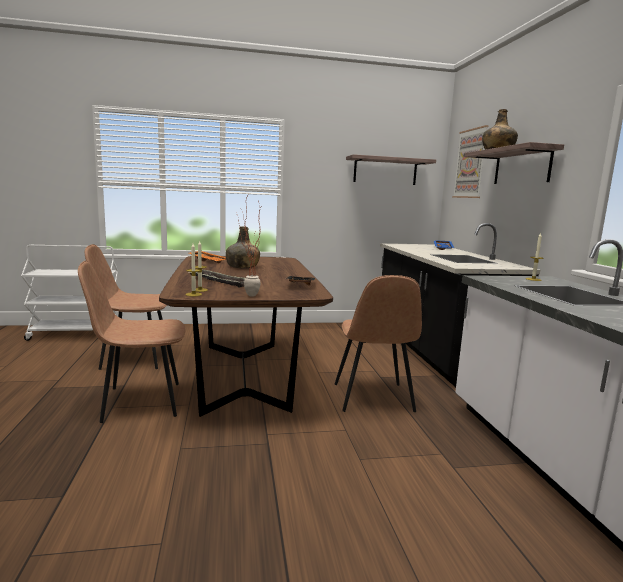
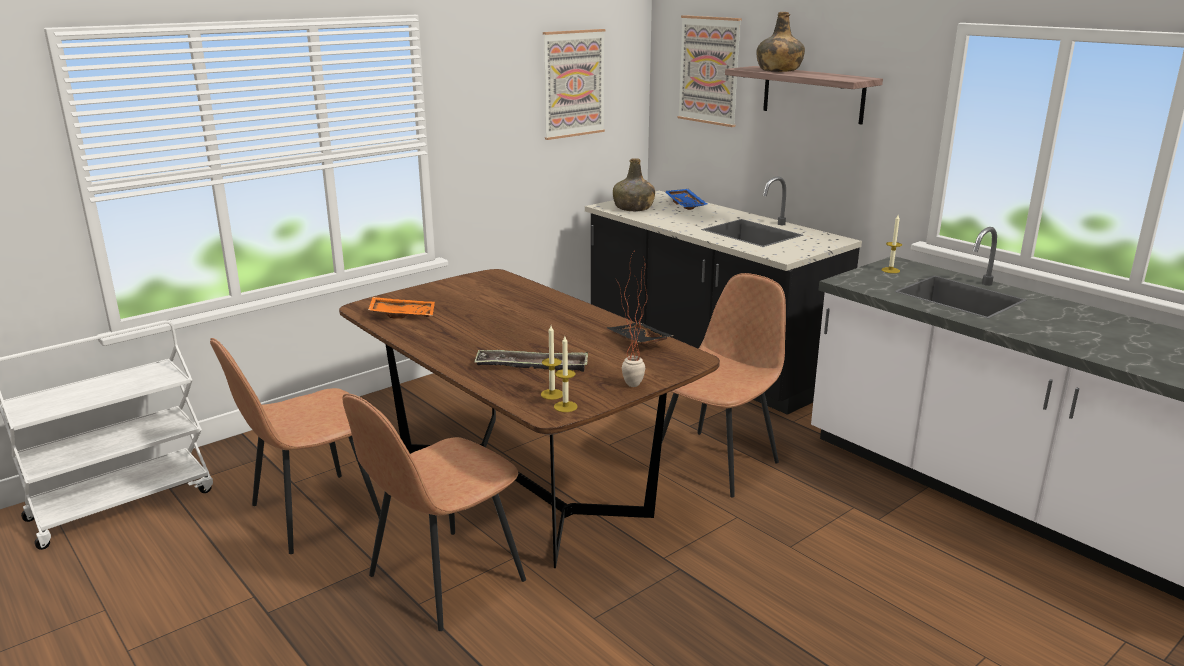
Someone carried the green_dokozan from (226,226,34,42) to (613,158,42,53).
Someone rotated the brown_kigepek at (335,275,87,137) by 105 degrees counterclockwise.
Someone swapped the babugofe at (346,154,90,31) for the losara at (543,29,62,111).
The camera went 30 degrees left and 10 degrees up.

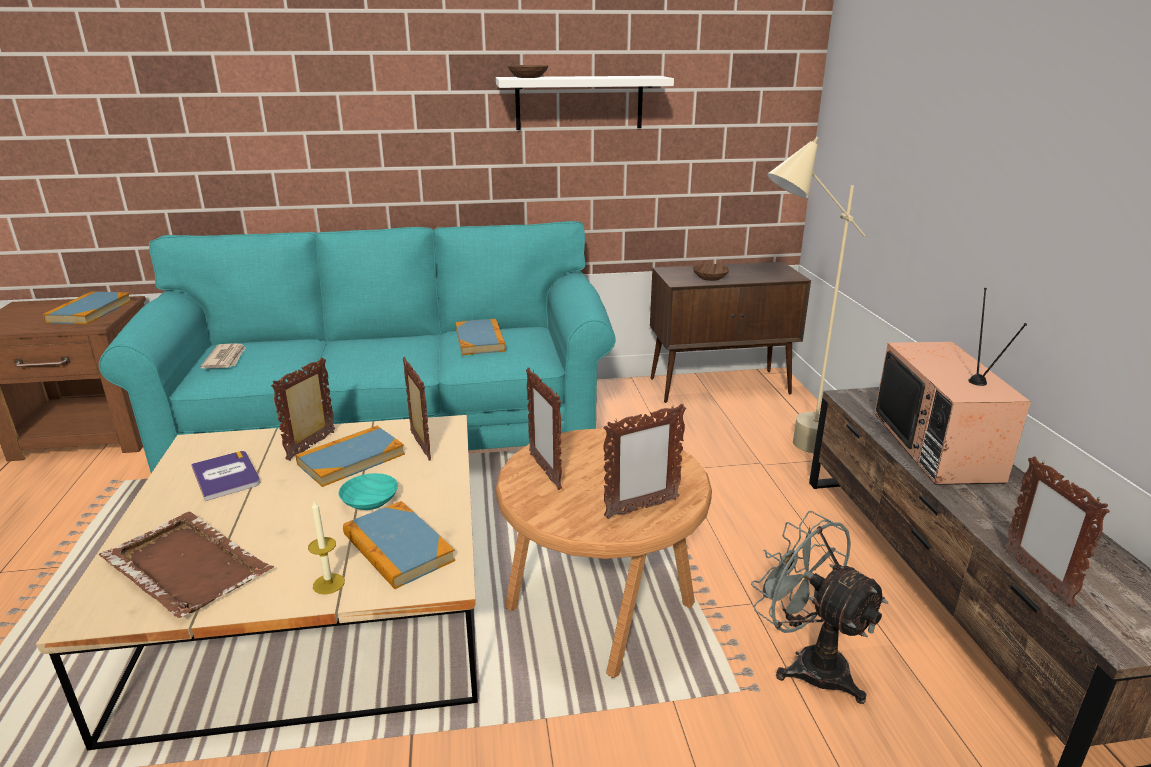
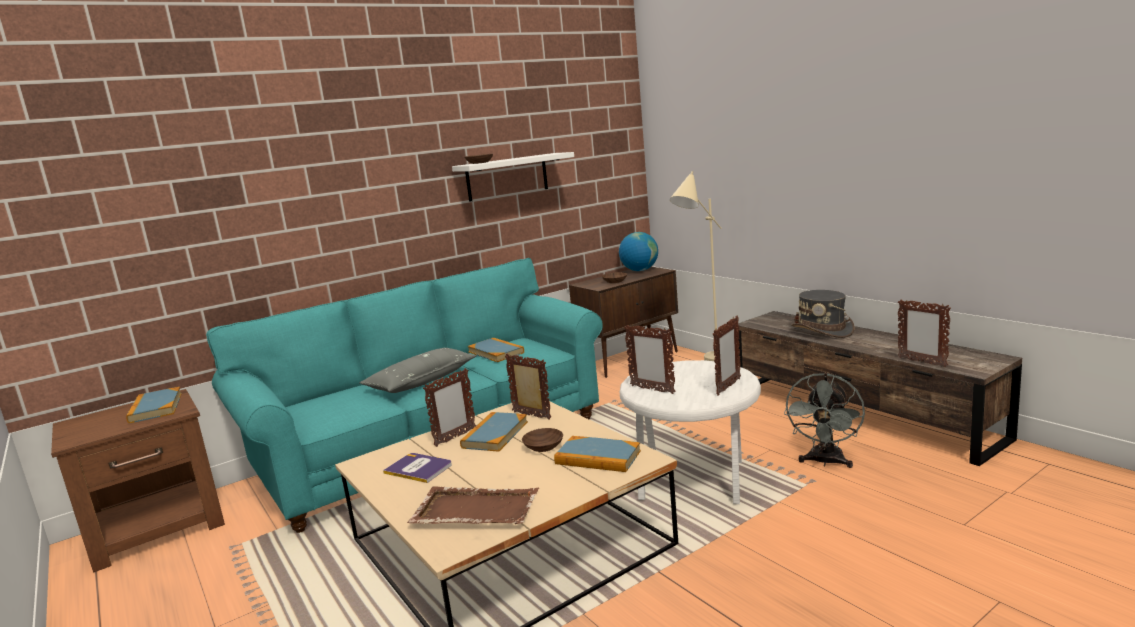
Someone took away the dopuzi at (200,344,46,24).
Someone rotated the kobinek at (271,357,64,104) by 135 degrees counterclockwise.
Someone took away the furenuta at (308,501,37,93).
Someone repainted the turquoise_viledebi at (339,473,59,37), which became the brown_viledebi at (522,428,41,24).
Someone repainted the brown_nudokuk at (496,428,216,250), which became the white_nudokuk at (620,360,141,144).
Someone rotated the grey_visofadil at (751,511,137,193) by 90 degrees counterclockwise.
Someone swapped the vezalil at (875,288,156,197) for the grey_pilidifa at (791,290,64,48).
Someone put down the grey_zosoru at (359,348,118,45).
Someone put down the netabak at (619,232,39,39).
The camera went 25 degrees left and 10 degrees down.

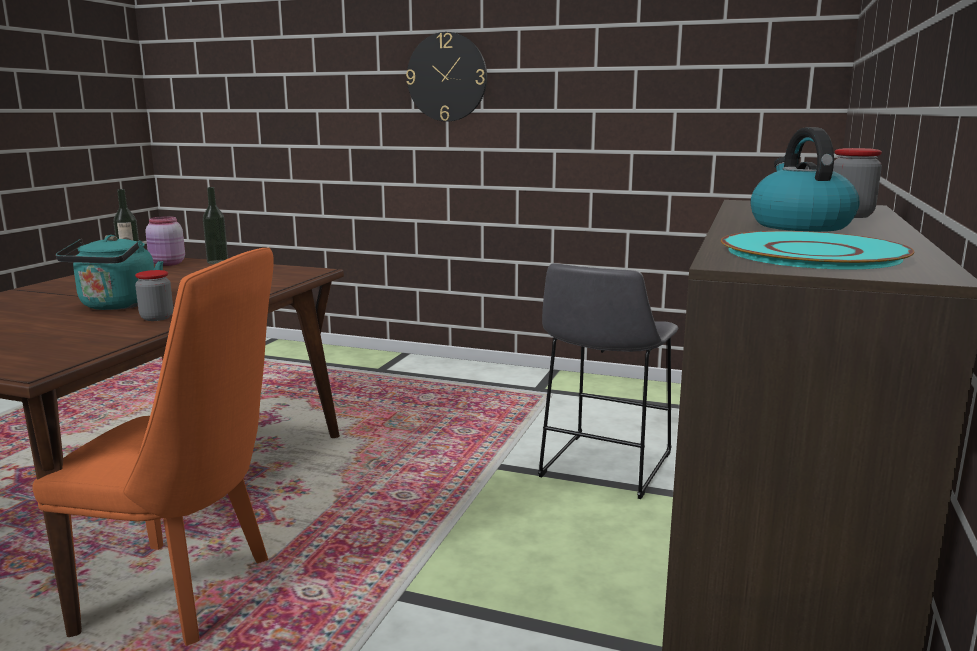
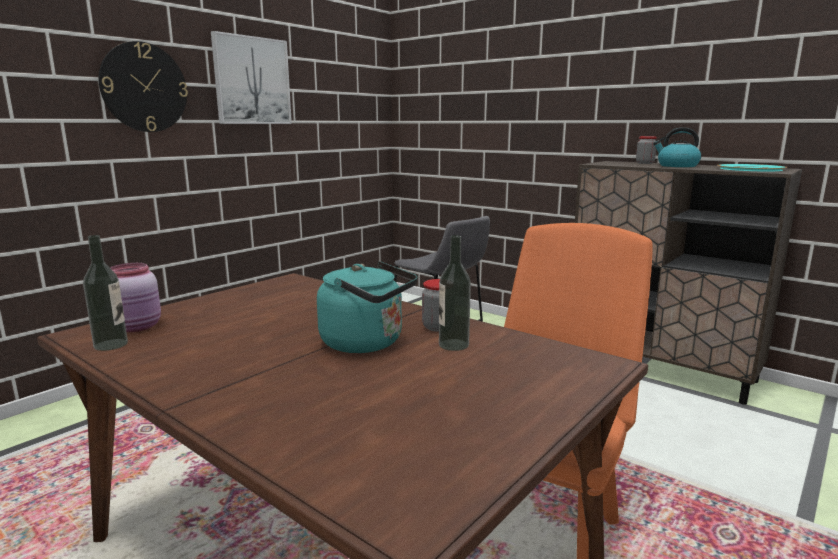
Someone carried the dokozan from (203,187,25,77) to (439,235,32,116).
Someone put up the losara at (211,31,81,93).
The camera went 70 degrees left and 0 degrees up.

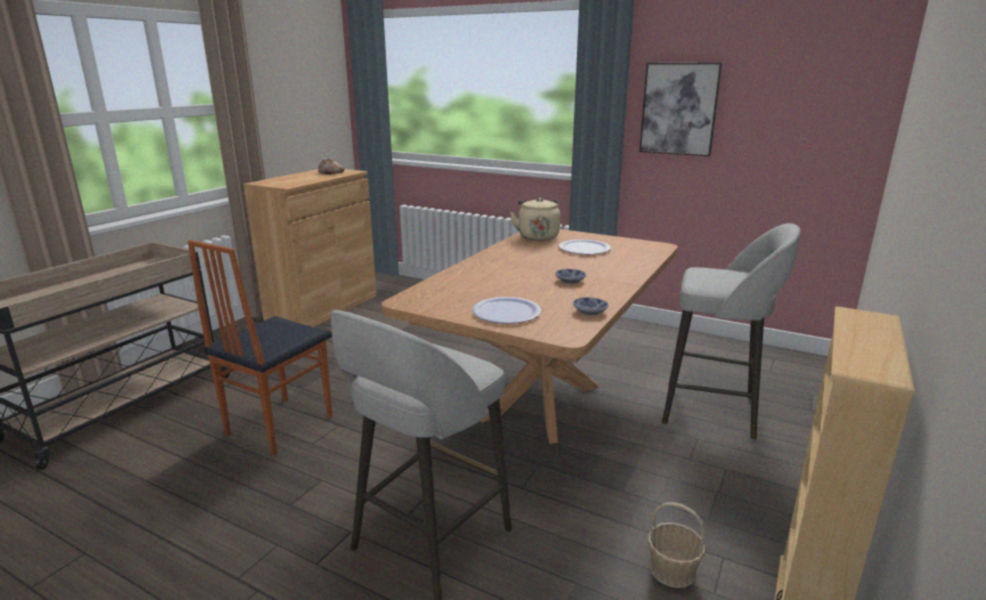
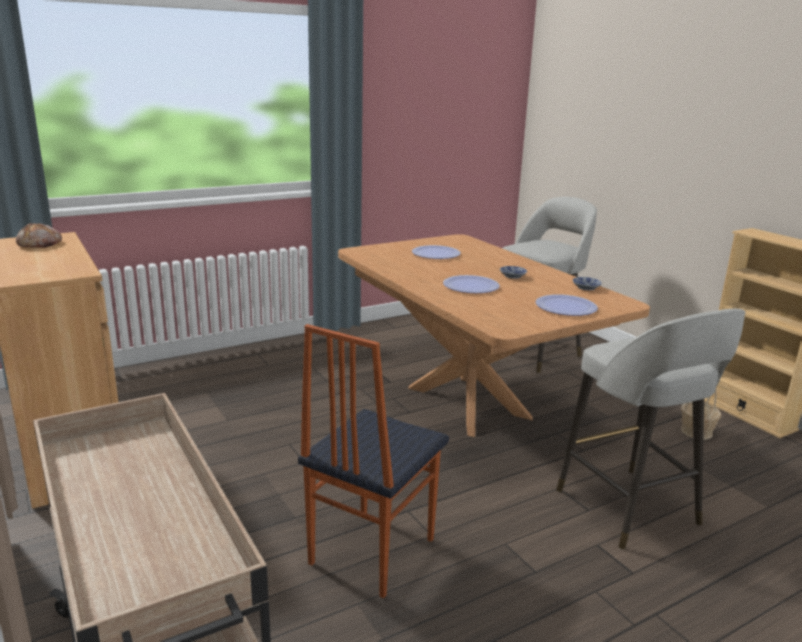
Someone rotated the kigepek at (187,240,145,215) by 60 degrees clockwise.
Someone took away the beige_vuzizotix at (510,198,50,43).
Someone took away the losara at (639,63,83,93).
Someone put down the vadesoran at (443,275,57,18).
The camera went 60 degrees left and 0 degrees up.

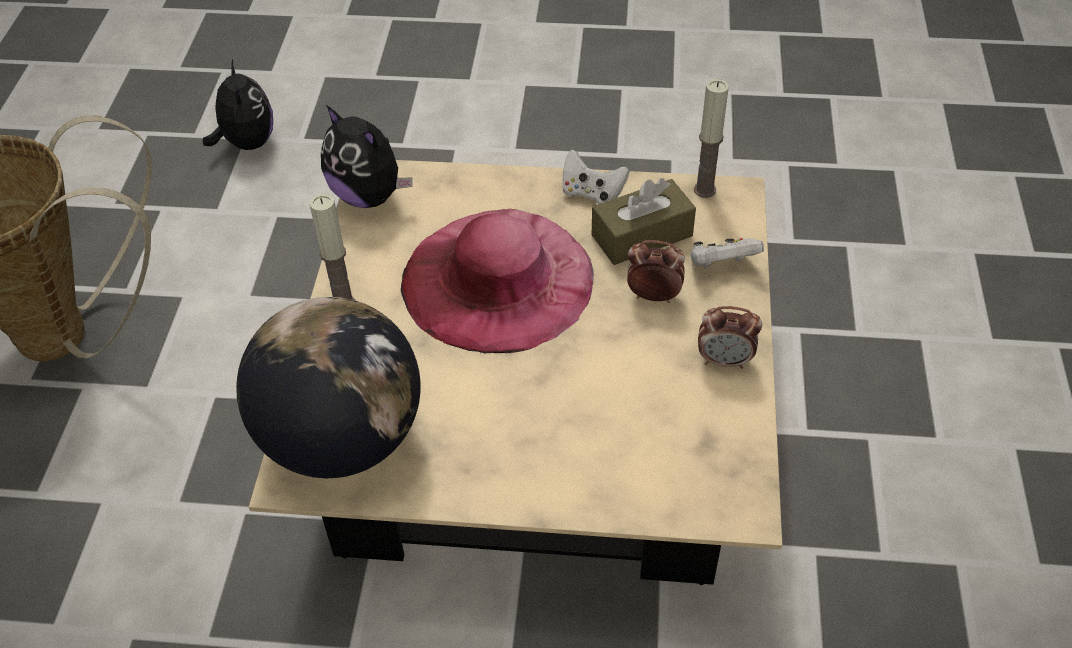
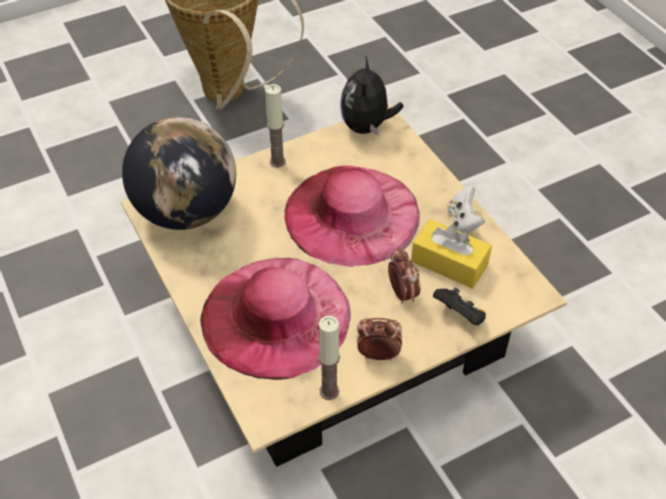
Someone took away the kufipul at (203,60,70,90).
Someone repainted the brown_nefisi at (592,178,104,87), which became the yellow_nefisi at (411,219,81,70).
Someone repainted the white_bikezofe at (691,238,73,30), which became the black_bikezofe at (433,288,53,37).
Someone carried the furenuta from (694,79,35,119) to (319,316,21,84).
Someone rotated the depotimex at (698,306,64,63) by 120 degrees clockwise.
Someone put down the pink_pilidifa at (200,258,151,122).
The camera went 55 degrees right and 0 degrees up.

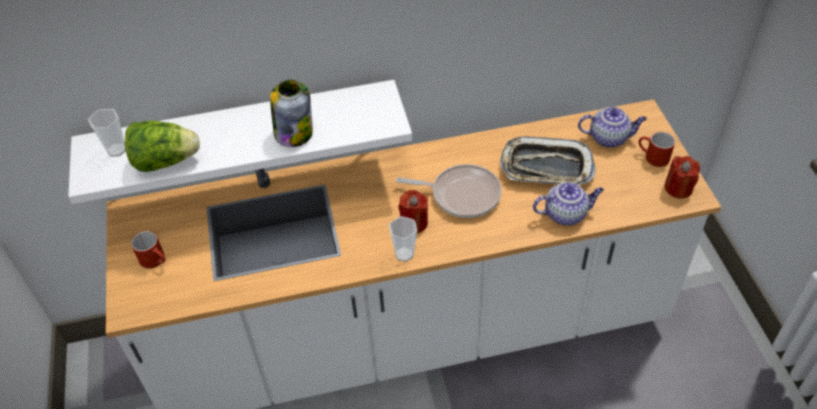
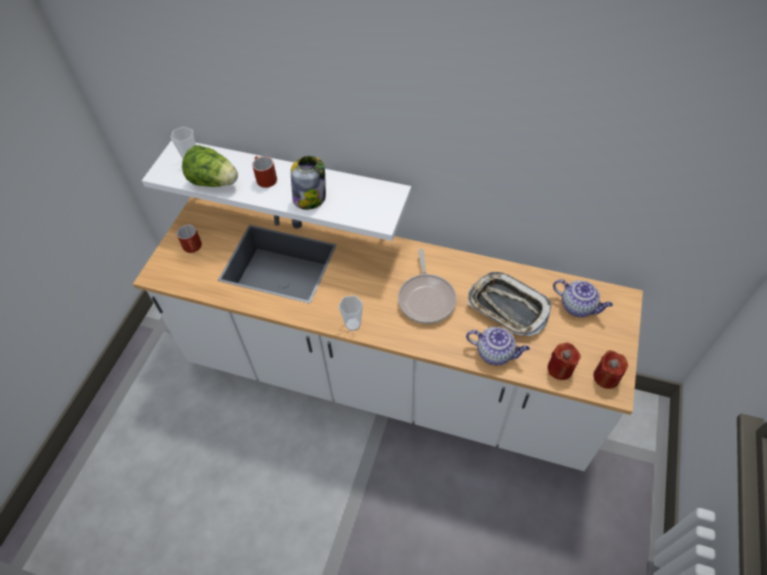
Someone rotated the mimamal at (396,164,106,54) by 45 degrees clockwise.
Someone carried the red_furenuta from (398,190,30,43) to (548,343,33,37).
Someone carried the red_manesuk from (639,132,36,35) to (252,156,25,32).
The camera went 30 degrees right and 5 degrees up.

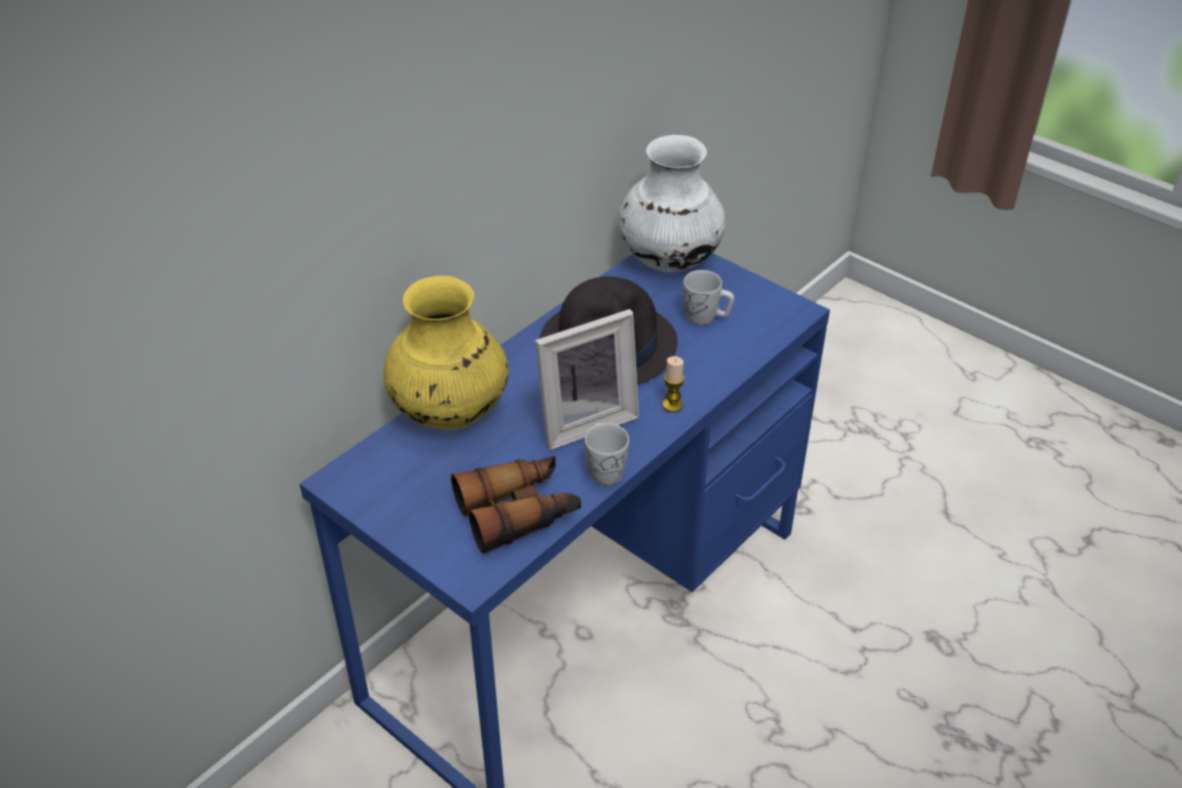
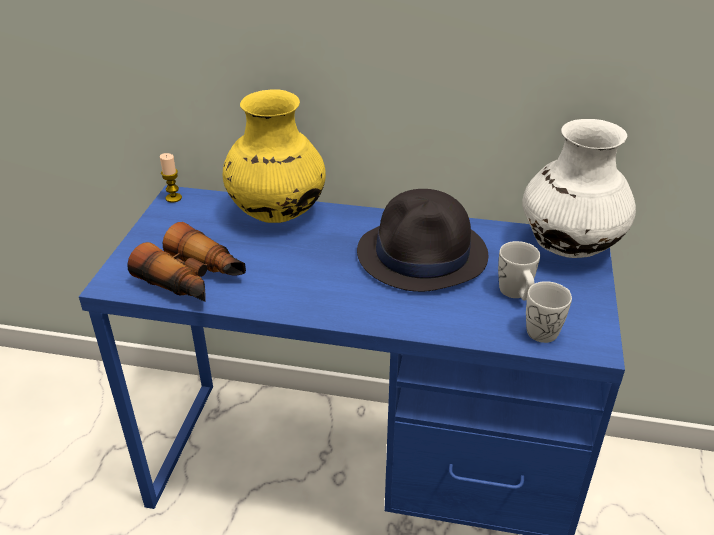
Someone took away the kobinek at (535,309,104,141).
Someone carried the white_manesuk from (585,423,44,63) to (526,281,46,62).
Someone carried the furenuta from (663,356,22,56) to (160,153,22,50).
The camera went 60 degrees right and 5 degrees down.

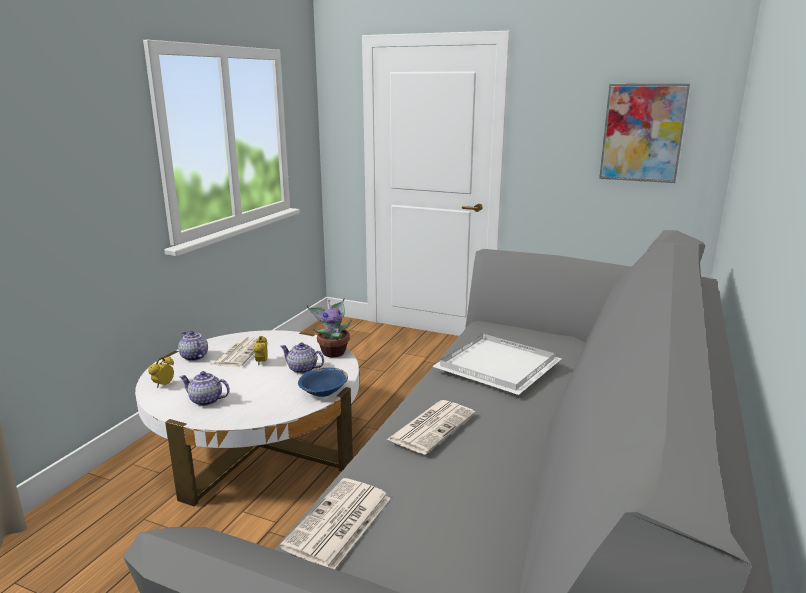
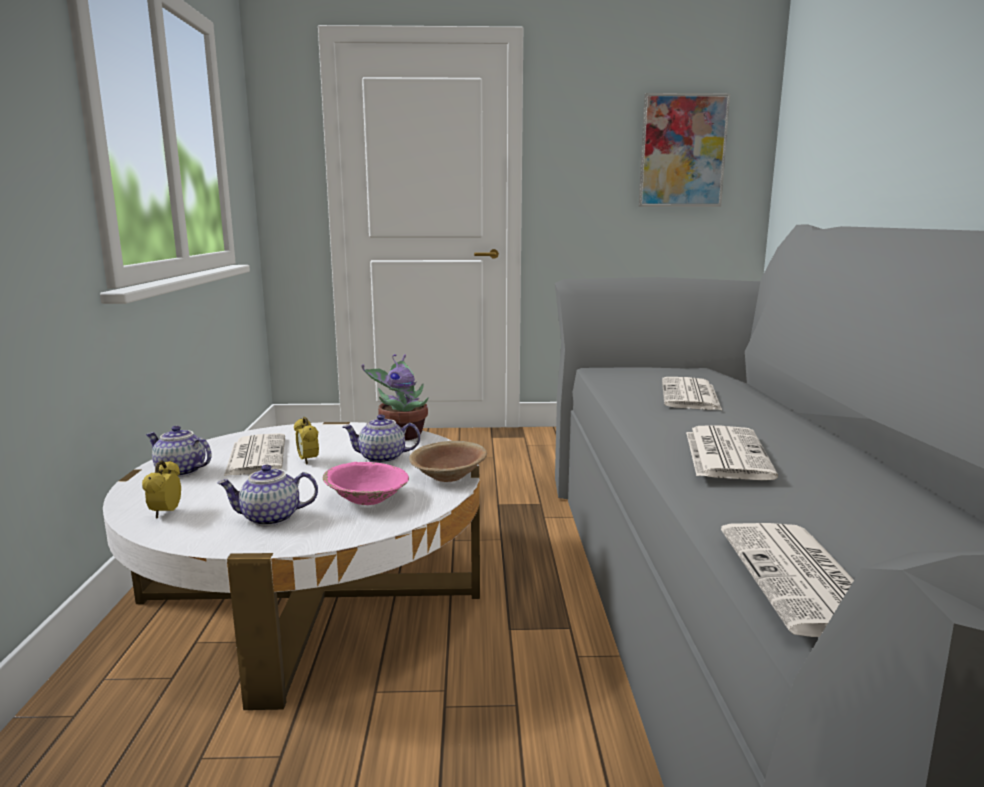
Someone repainted the blue_viledebi at (298,368,50,29), which became the brown_viledebi at (409,441,78,41).
Someone swapped the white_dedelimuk at (432,334,129,61) for the dopuzi at (662,377,60,33).
Someone put down the pink_viledebi at (323,462,86,43).
The camera went 25 degrees left and 5 degrees down.

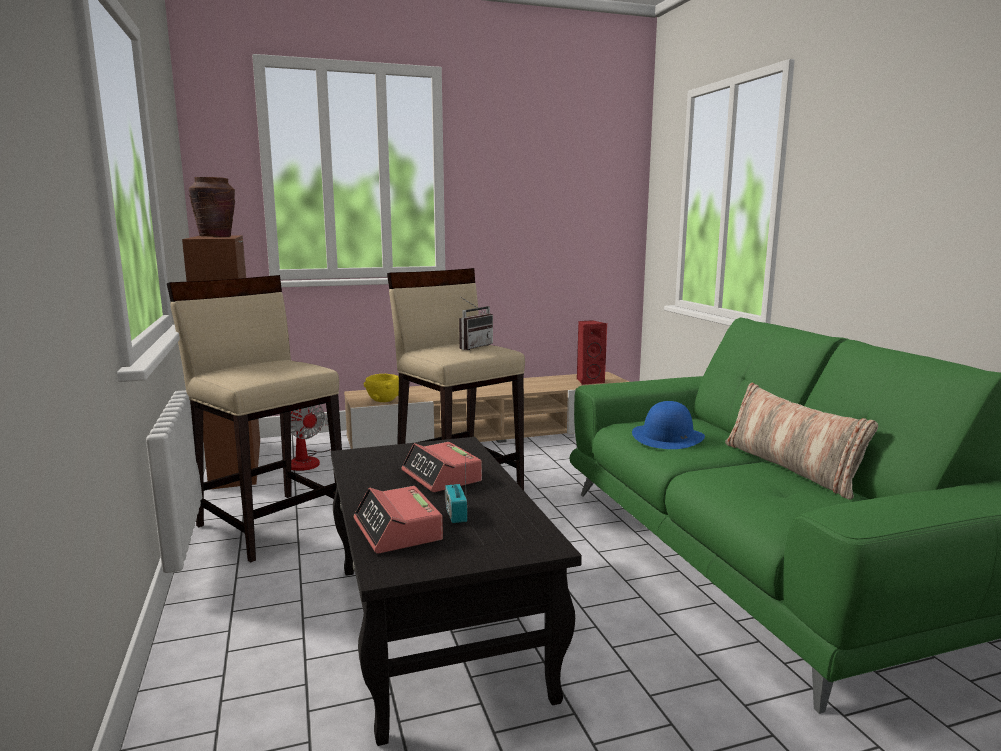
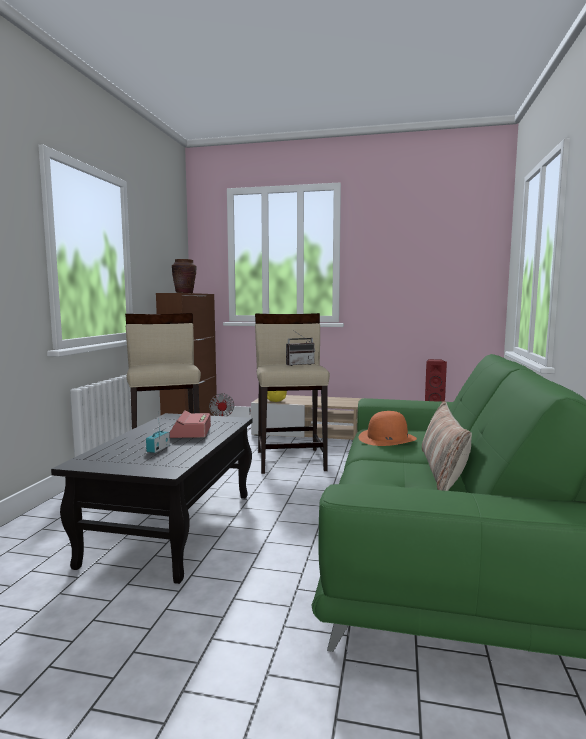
Someone took away the depotimex at (354,486,89,67).
Someone repainted the blue_pilidifa at (632,401,73,48), which became the orange_pilidifa at (359,411,58,35).
The camera went 30 degrees right and 5 degrees down.

